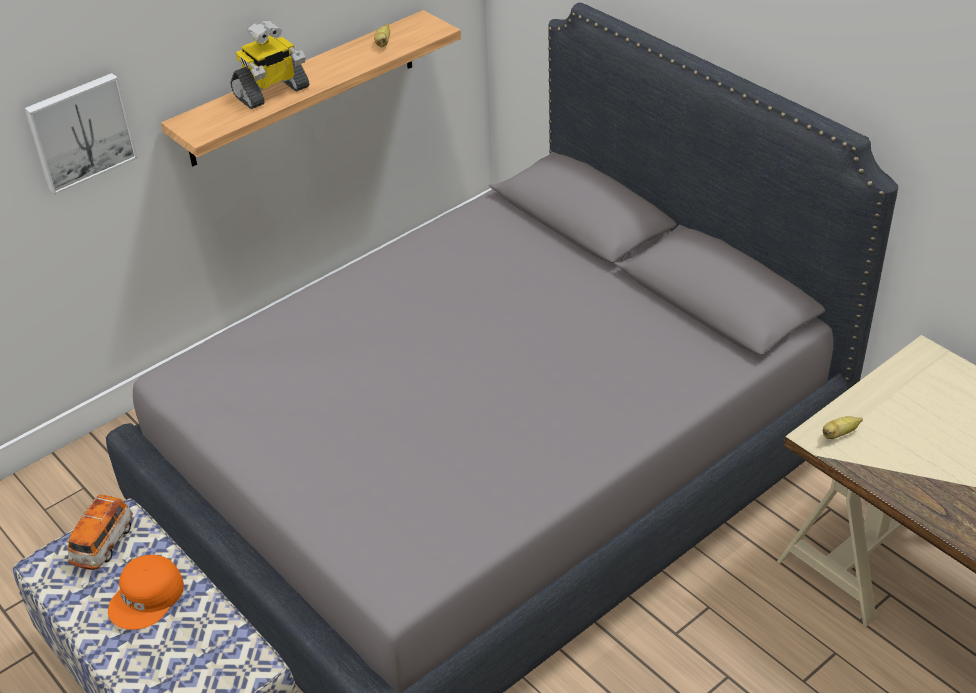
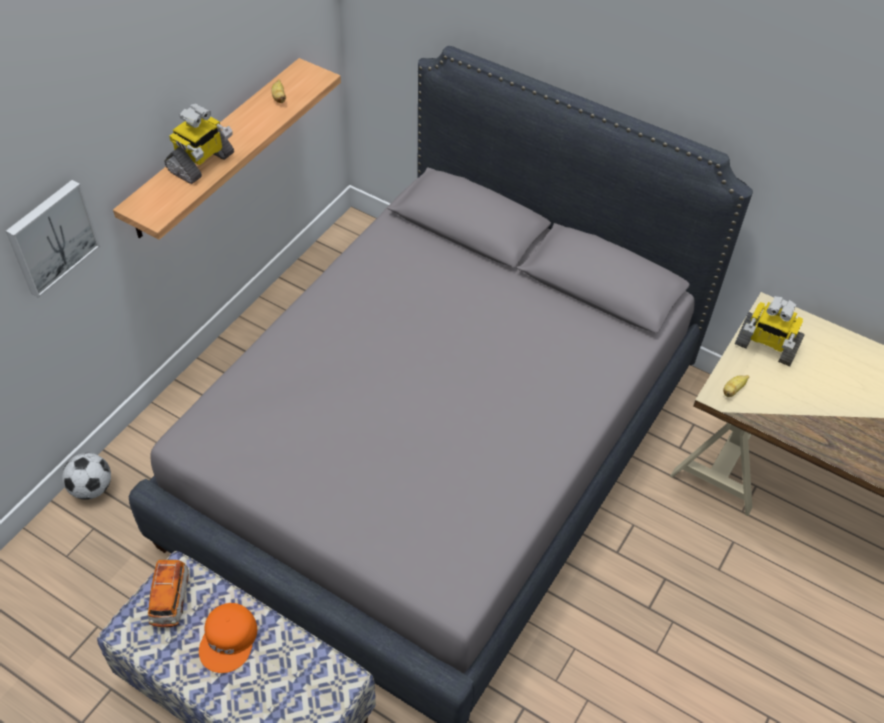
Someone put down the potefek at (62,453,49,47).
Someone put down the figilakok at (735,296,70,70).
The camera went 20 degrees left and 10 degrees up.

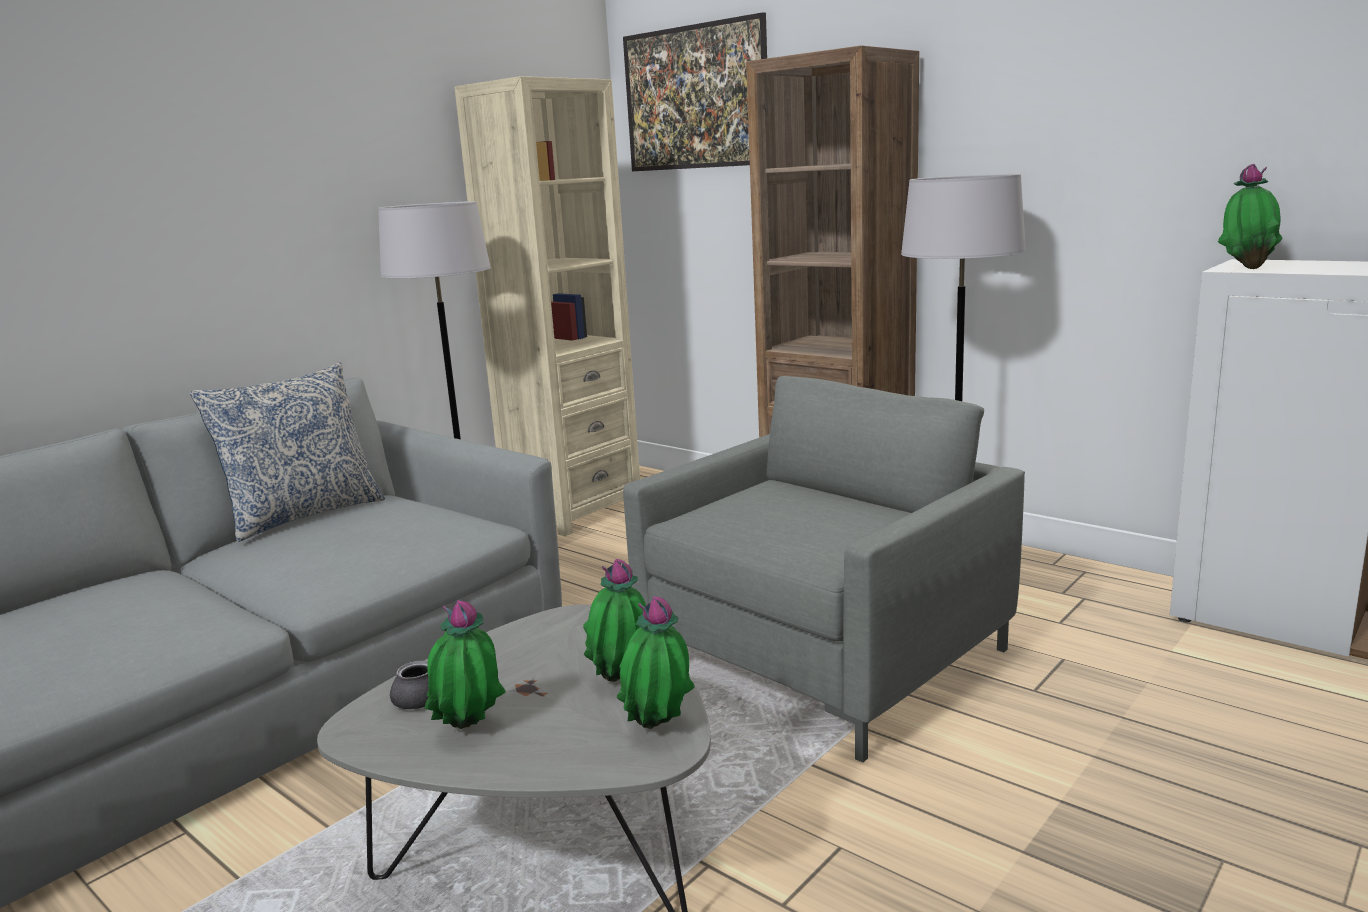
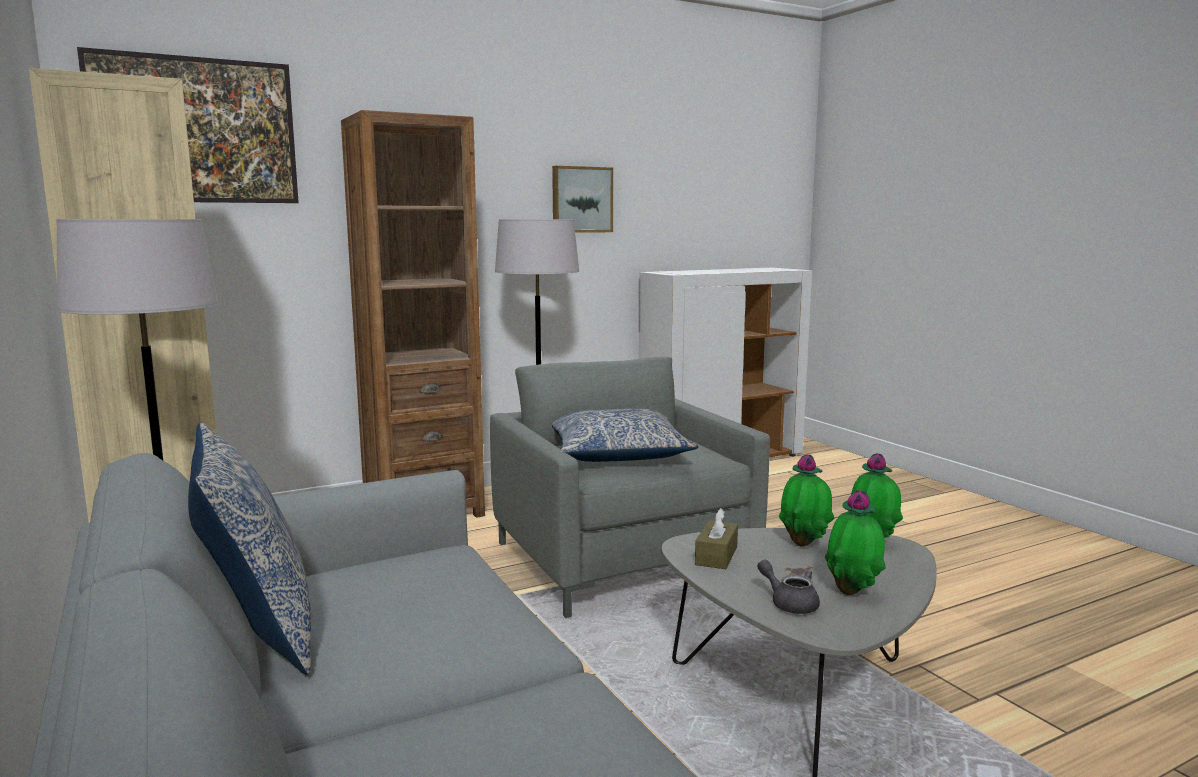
Someone took away the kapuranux at (1218,164,65,105).
Someone put up the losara at (552,166,61,67).
Someone put down the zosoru at (552,409,146,53).
Someone put down the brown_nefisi at (695,508,43,61).
The camera went 70 degrees left and 5 degrees down.

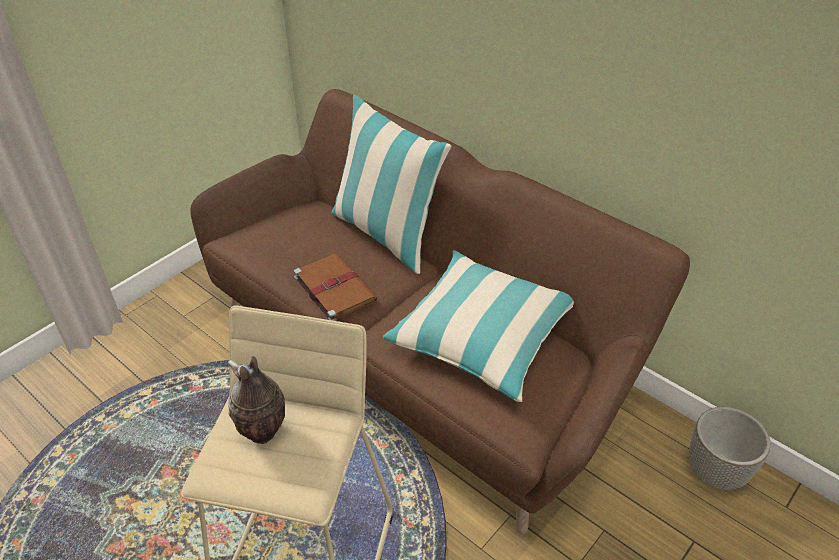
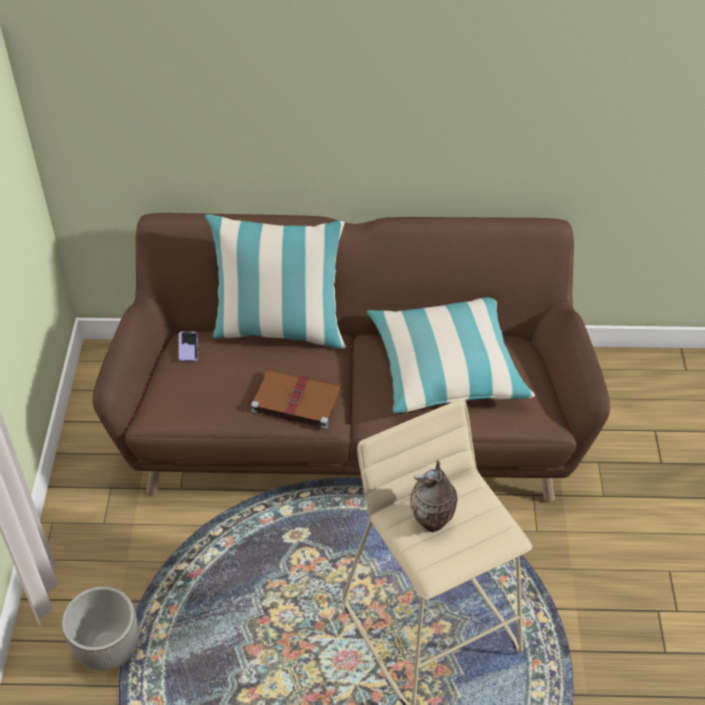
Someone carried the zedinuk from (689,407,82,83) to (62,586,76,85).
Someone put down the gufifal at (179,331,19,30).
The camera went 40 degrees left and 5 degrees up.

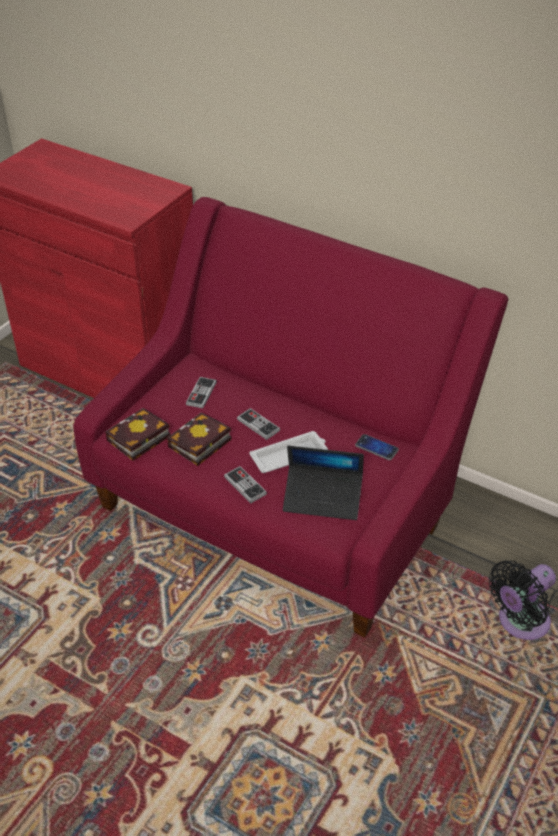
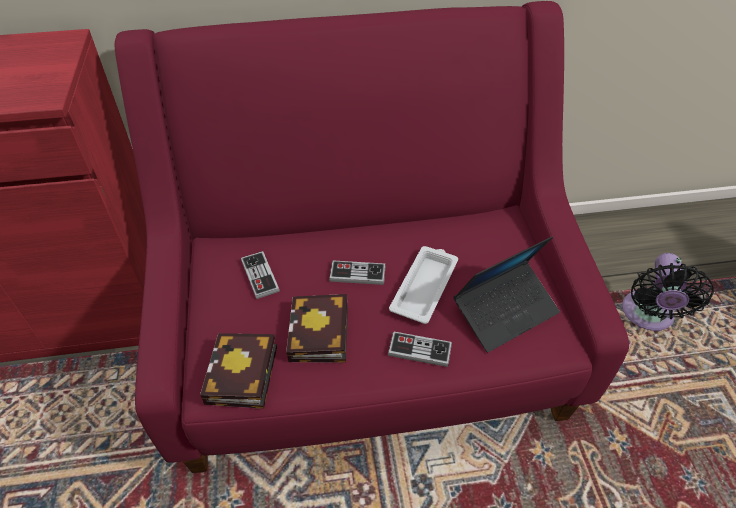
Someone took away the gufifal at (355,434,44,26).
The camera went 40 degrees left and 5 degrees up.

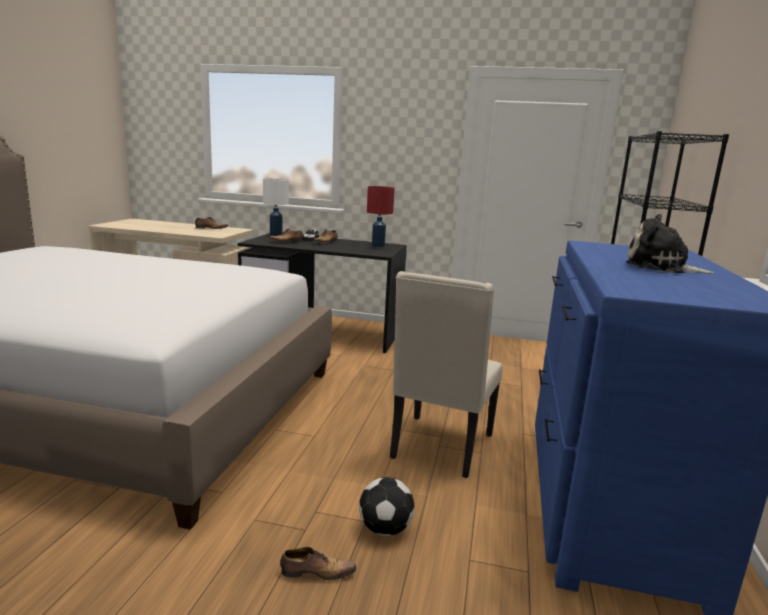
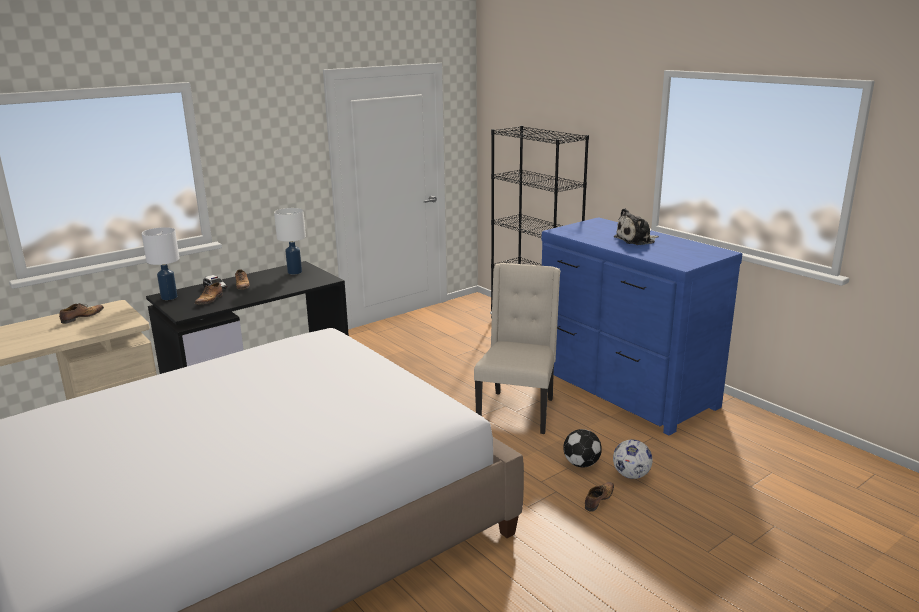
Someone repainted the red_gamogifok at (367,186,28,62), which became the white_gamogifok at (274,208,32,66).
Someone rotated the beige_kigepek at (390,271,113,207) by 135 degrees counterclockwise.
Someone put down the potefek at (613,439,40,40).
The camera went 50 degrees left and 5 degrees up.

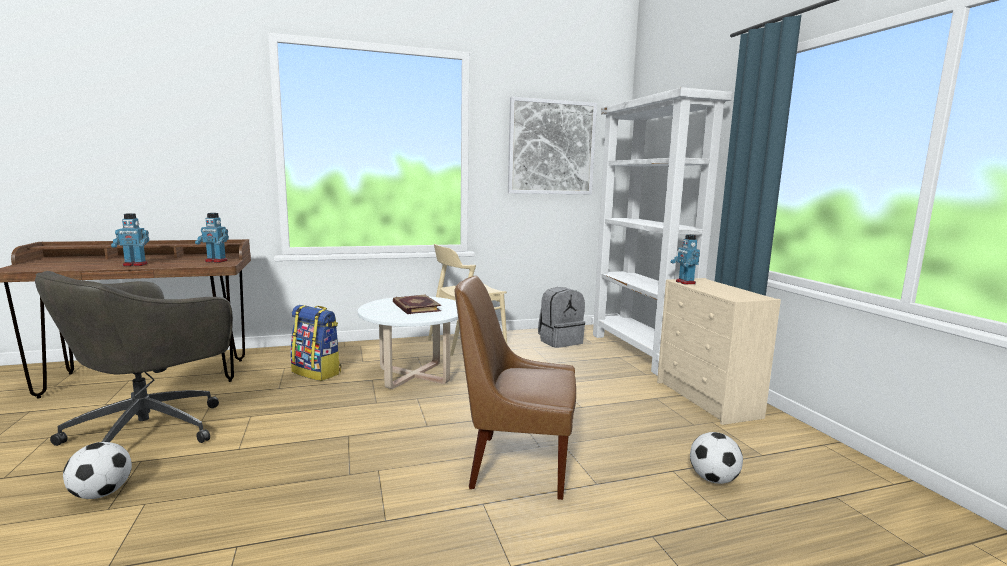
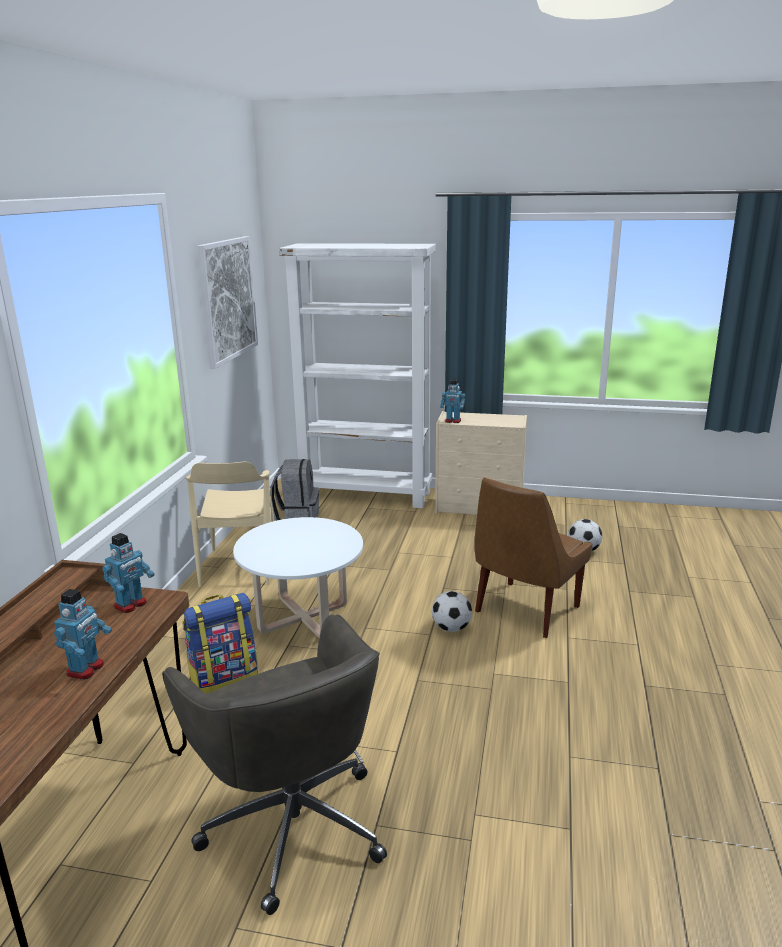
Someone carried the potefek from (63,442,69,57) to (432,591,40,41).
Someone took away the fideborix at (393,295,48,19).
The camera went 60 degrees left and 10 degrees up.

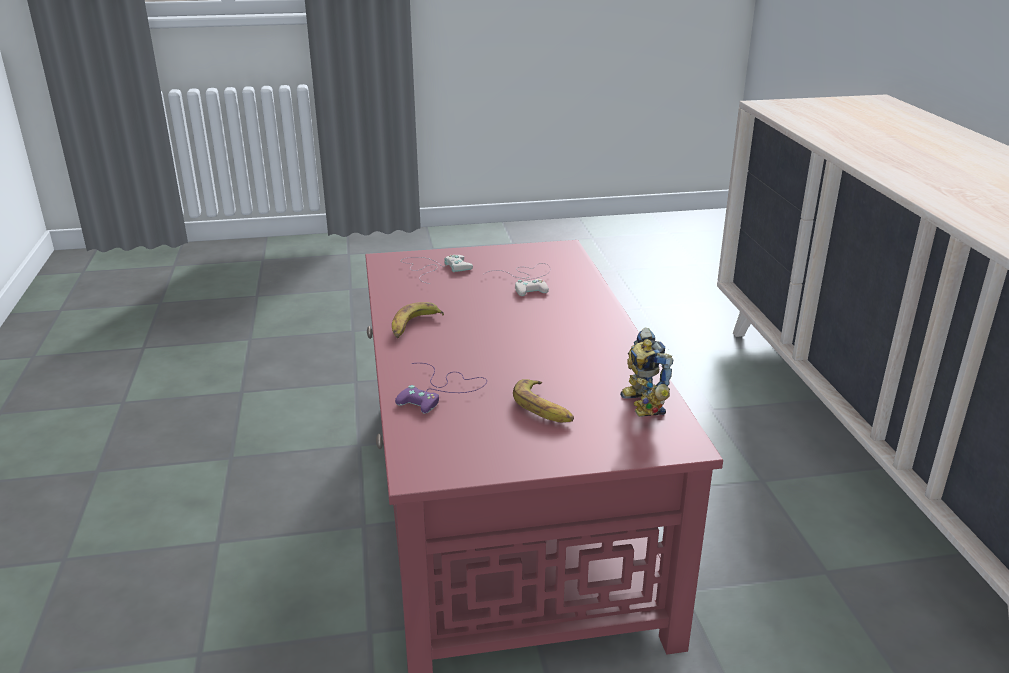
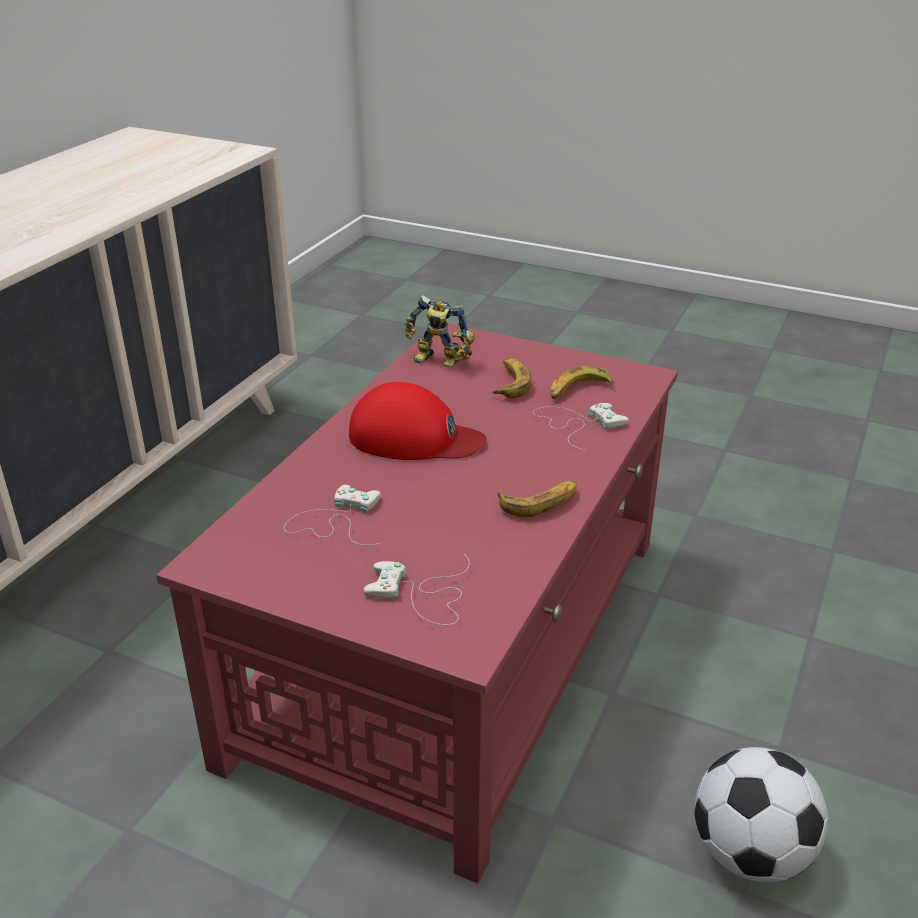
Someone repainted the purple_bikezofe at (395,363,92,51), which became the white_bikezofe at (533,403,96,47).
Someone rotated the figilakok at (620,328,54,89) by 90 degrees clockwise.
Someone put down the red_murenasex at (349,382,138,78).
Someone put down the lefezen at (550,366,64,33).
Someone put down the potefek at (694,747,134,135).
The camera went 145 degrees left and 5 degrees up.

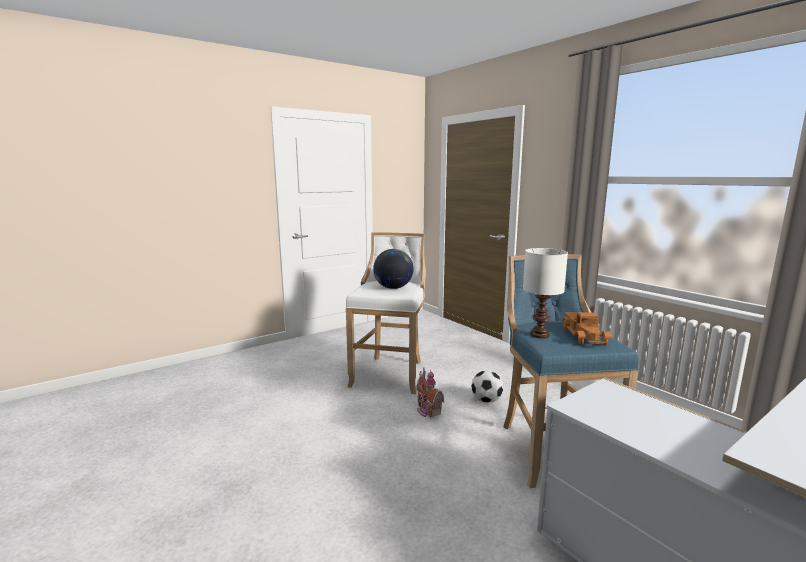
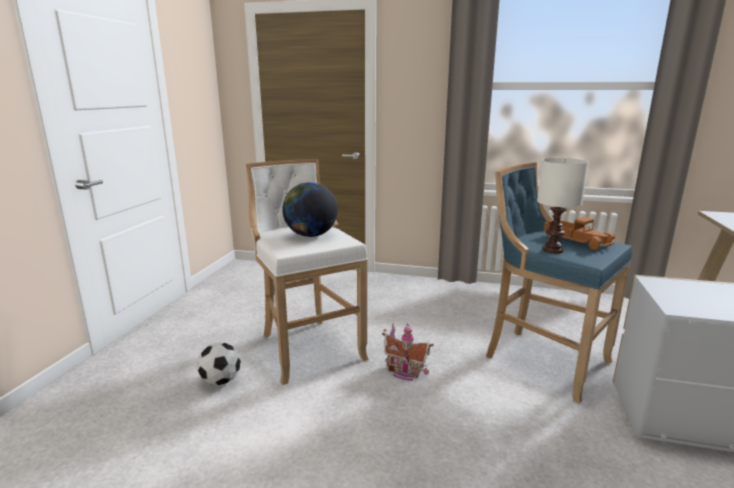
Someone carried the potefek from (471,370,32,33) to (197,343,44,42).
The camera went 40 degrees left and 5 degrees up.

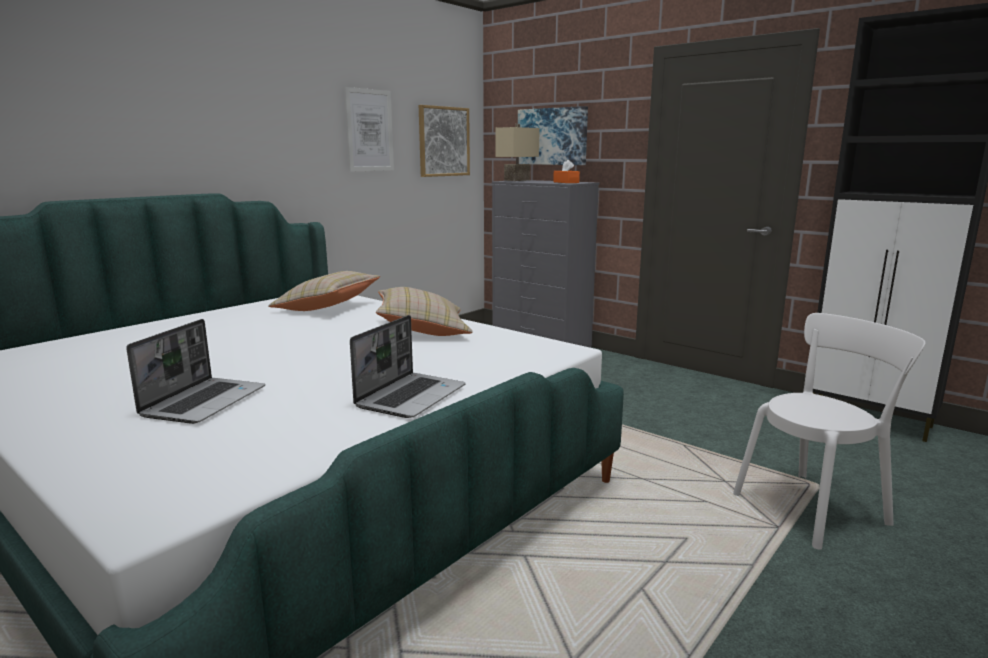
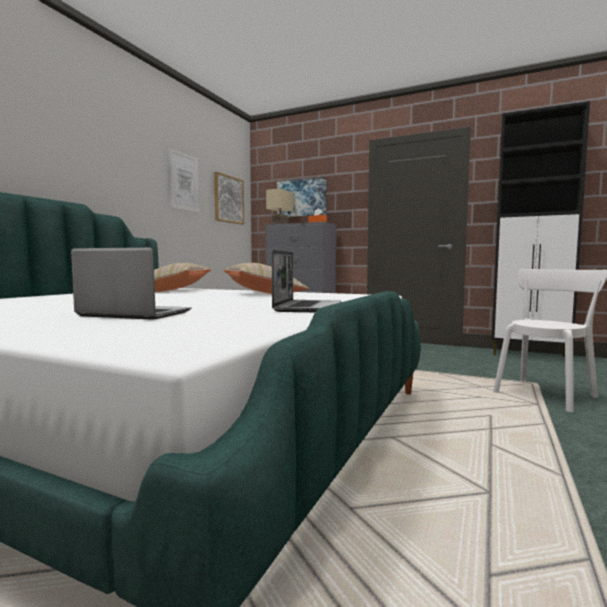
Someone rotated the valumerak at (126,319,139,105) by 75 degrees counterclockwise.
The camera went 15 degrees left and 10 degrees down.

